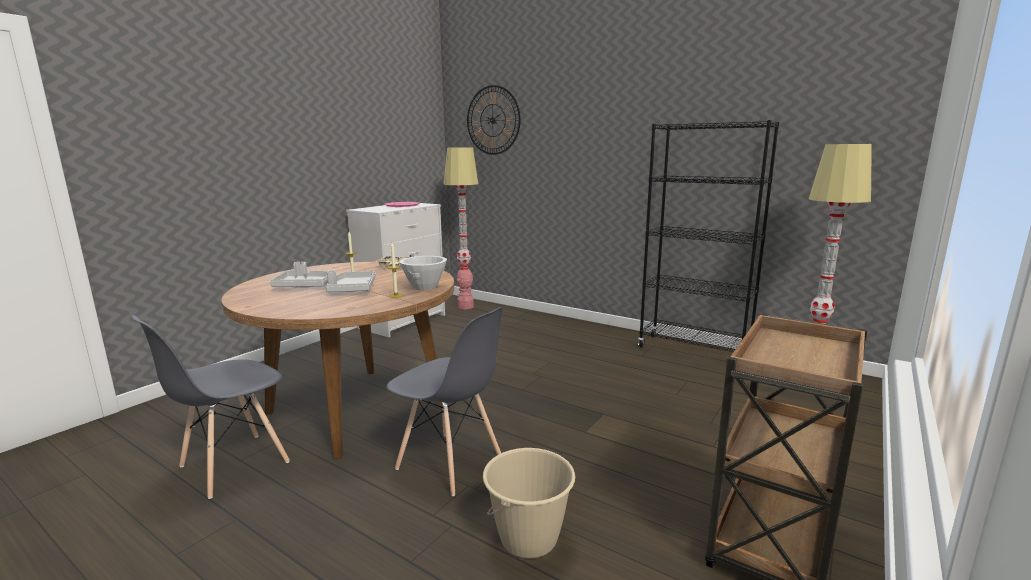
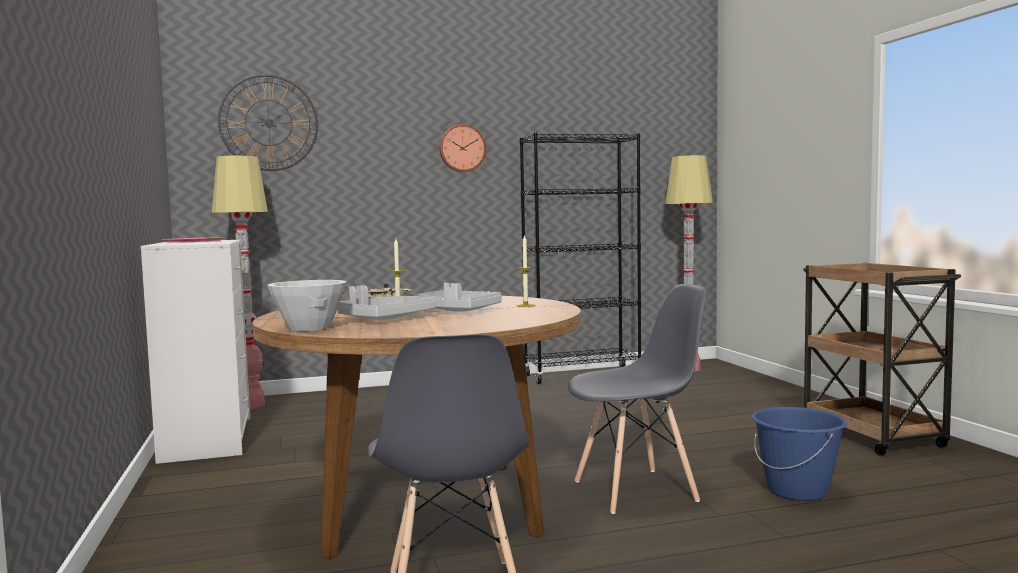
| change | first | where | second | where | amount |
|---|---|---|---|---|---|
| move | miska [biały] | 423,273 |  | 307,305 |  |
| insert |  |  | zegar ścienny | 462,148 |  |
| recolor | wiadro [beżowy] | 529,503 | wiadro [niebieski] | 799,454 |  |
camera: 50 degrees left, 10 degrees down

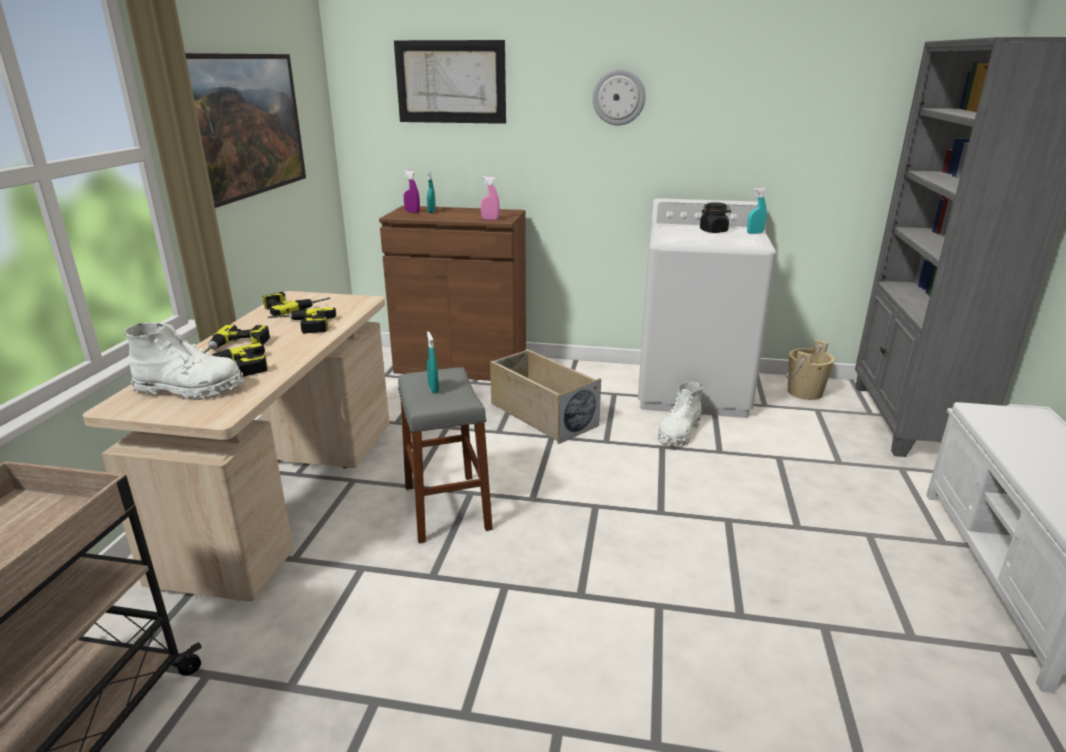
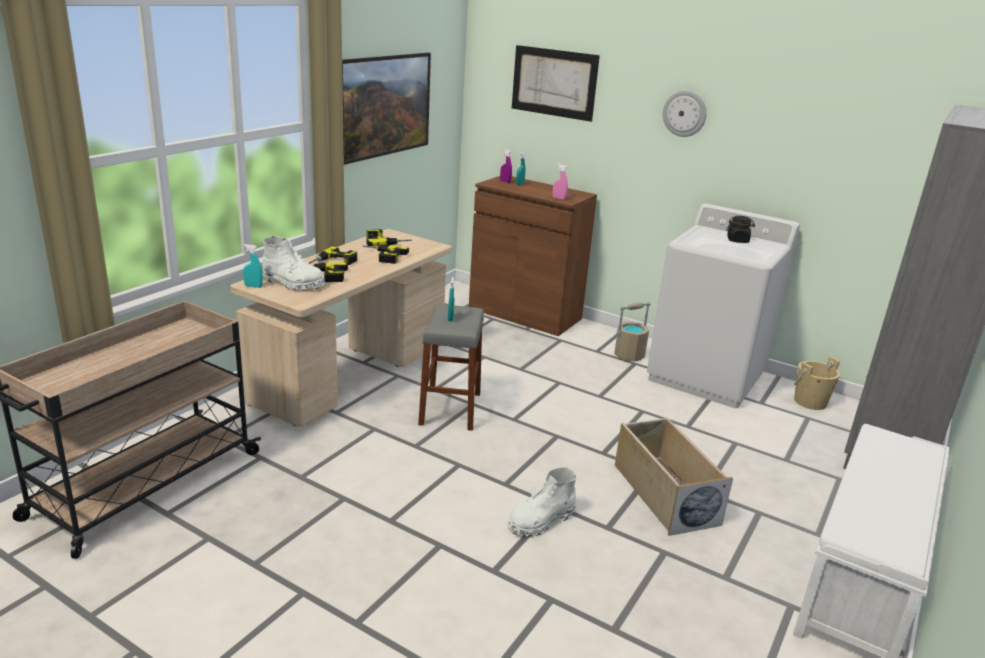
| change | first | where | second | where | amount |
|---|---|---|---|---|---|
| move | spryskiwacz [turkusowy] | 757,211 |  | 253,266 |  |
| move | but z cholewką [biały] | 680,414 |  | 542,502 |  |
| insert |  |  | wiadro [beżowy] | 632,332 |  |
| move | pojemnik do przechowywania [beżowy] | 545,396 |  | 674,476 |  |
camera: 20 degrees right, 0 degrees up

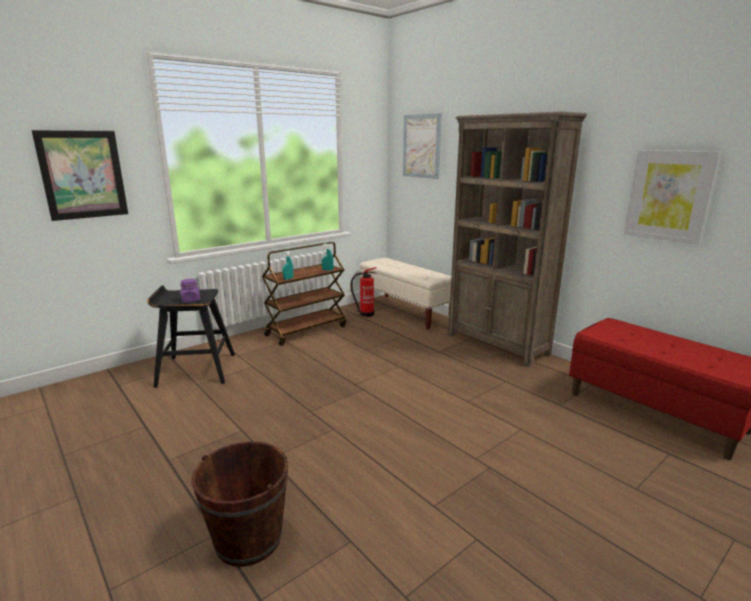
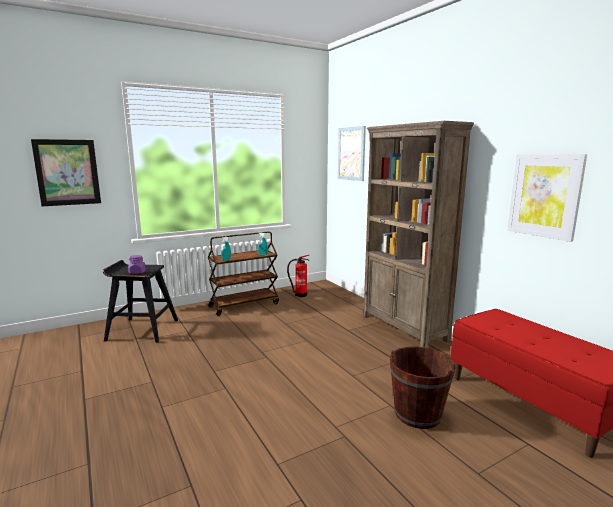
| change | first | where | second | where | amount |
|---|---|---|---|---|---|
| move | wiadro [brązowy] | 239,504 |  | 423,387 |  |
| delete | ławka [beżowy] | 405,294 |  |  |  |
camera: 10 degrees right, 5 degrees down

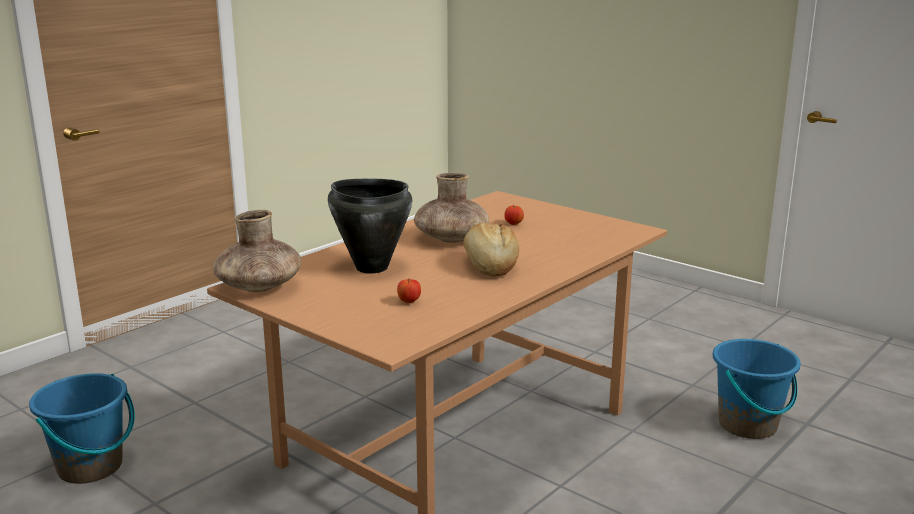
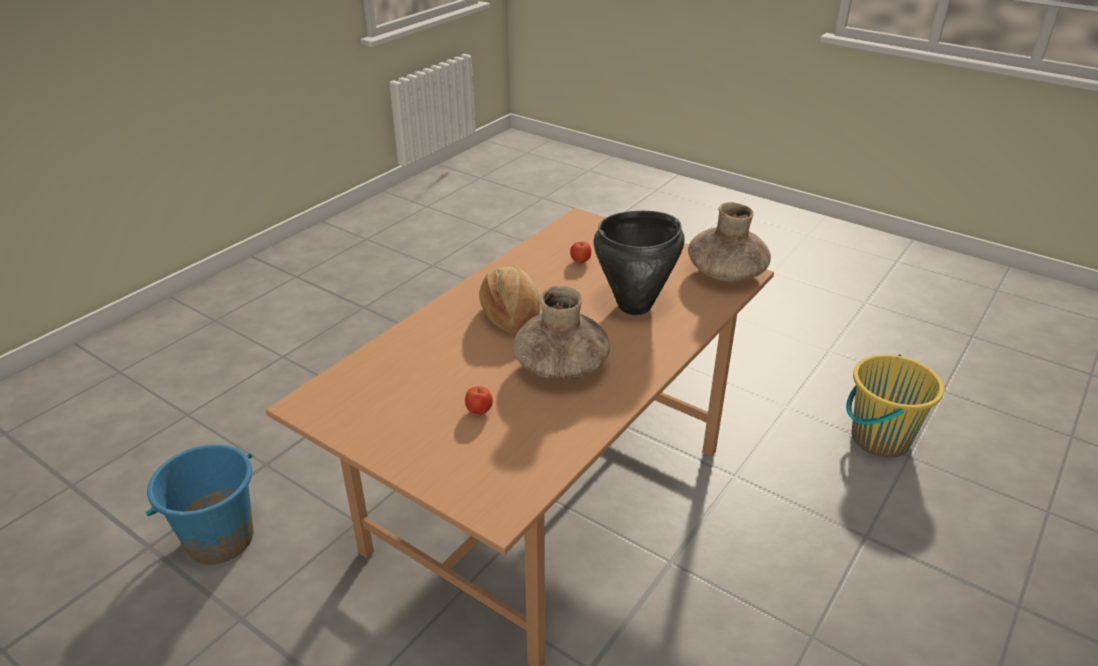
| change | first | where | second | where | amount |
|---|---|---|---|---|---|
| recolor | wiadro [niebieski] | 82,428 | wiadro [żółty] | 895,406 |  |
camera: 175 degrees right, 15 degrees up

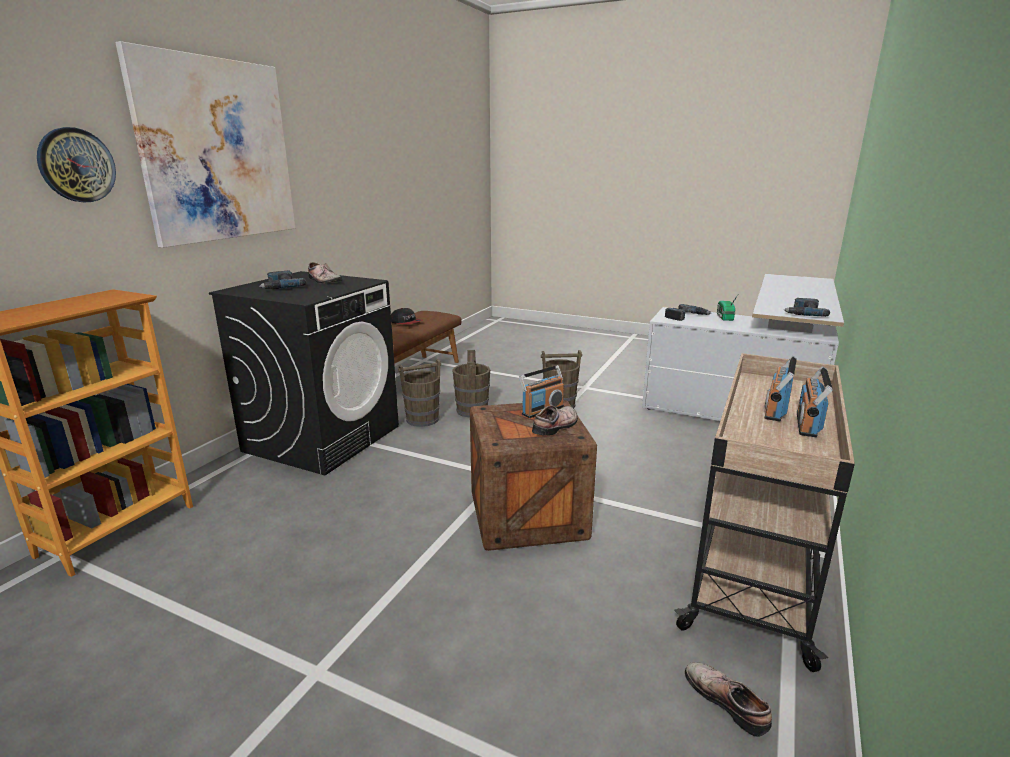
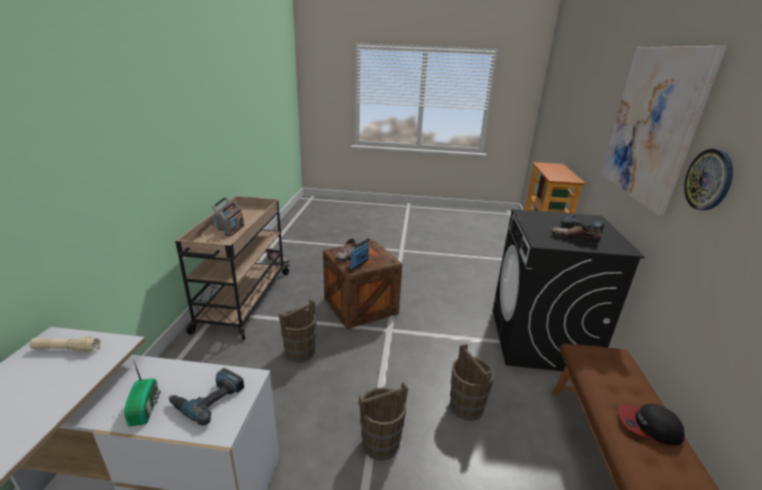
| change | first | where | second | where | amount |
|---|---|---|---|---|---|
| replace | wiertarka | 807,307 | latarka [beżowy] | 65,344 |  |
| move | wiadro [brązowy] | 419,393 |  | 297,331 |  |
| move | zegar ścienny | 76,164 |  | 708,179 |  |
camera: 160 degrees right, 5 degrees up

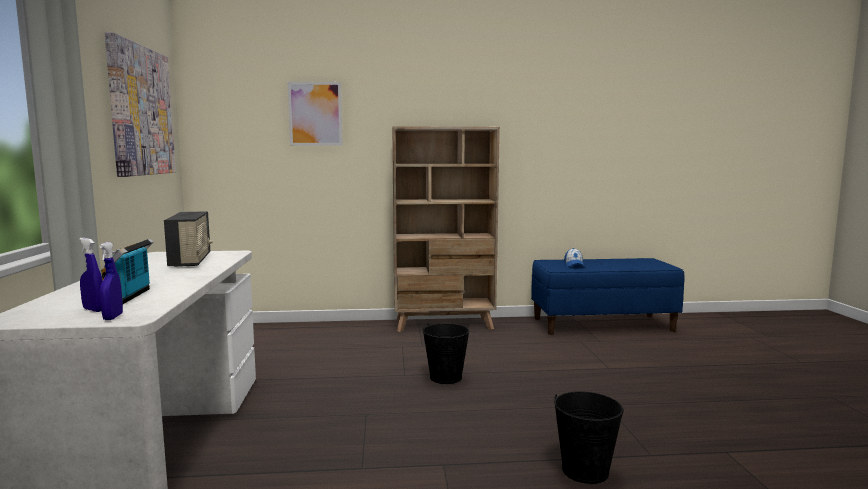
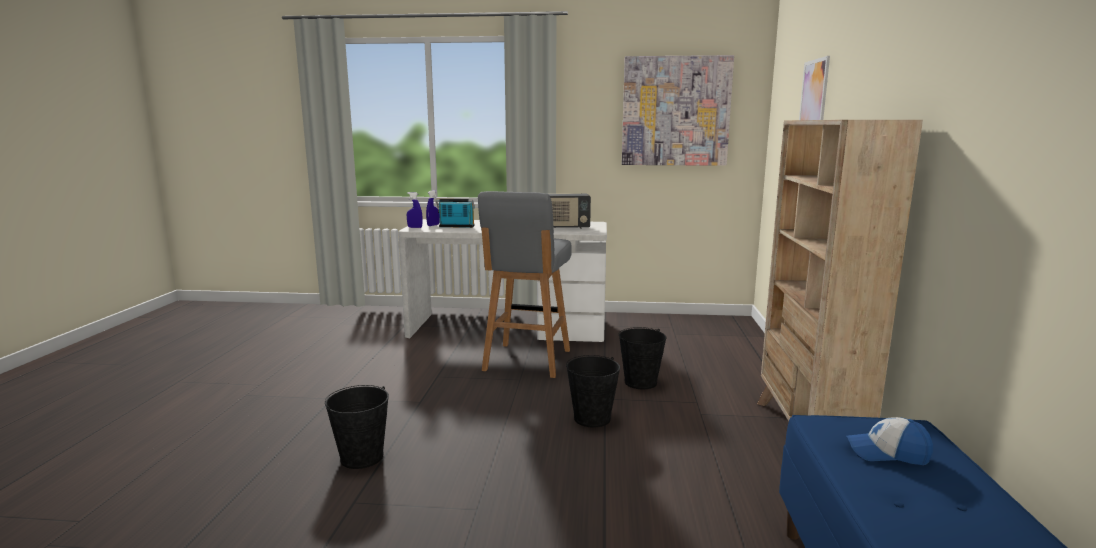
| change | first | where | second | where | amount |
|---|---|---|---|---|---|
| insert |  |  | stołek [szary] | 525,284 |  |
| insert |  |  | wiadro [czarny] | 642,358 |  |
camera: 100 degrees right, 5 degrees up

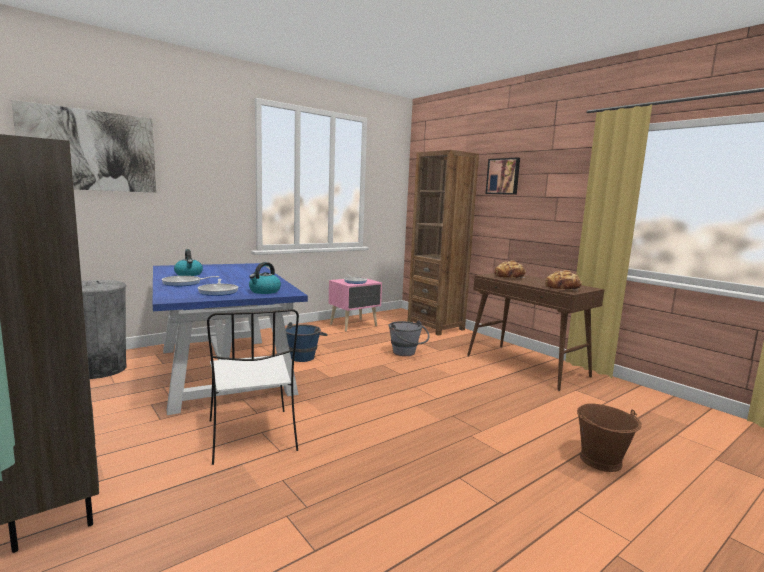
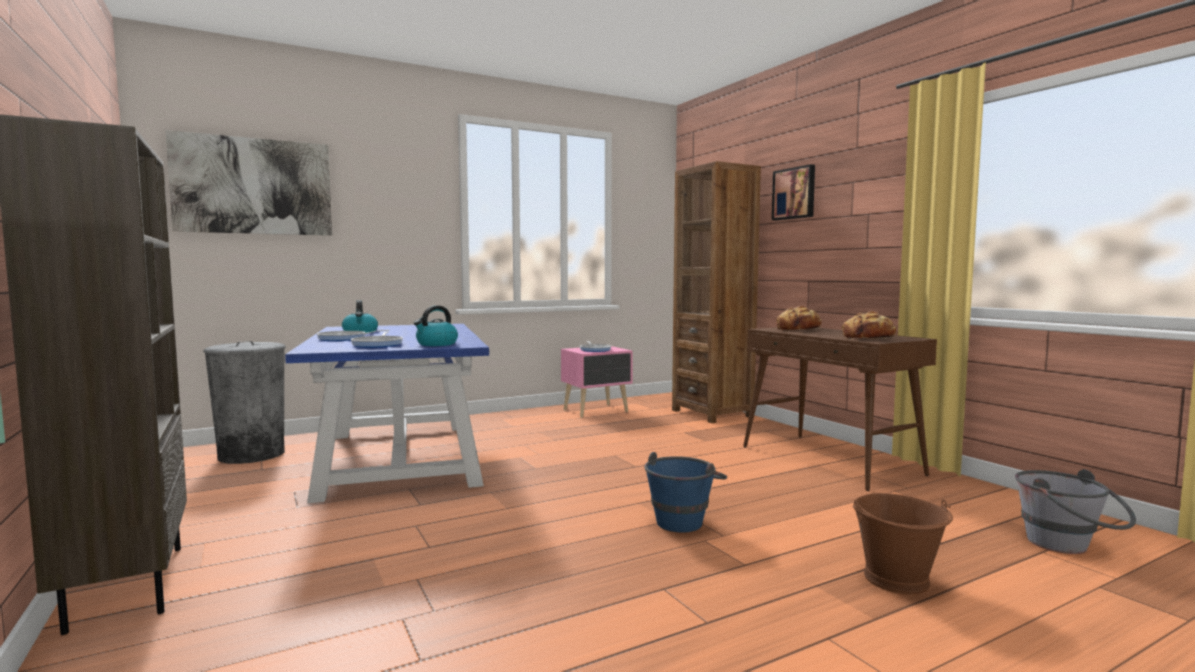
| change | first | where | second | where | amount |
|---|---|---|---|---|---|
| move | wiadro [niebieski] | 306,342 |  | 685,492 |  |
| move | wiadro [szary] | 409,338 |  | 1075,512 |  |
| delete | krzesło [biały] | 253,387 |  |  |  |
camera: 10 degrees right, 5 degrees down

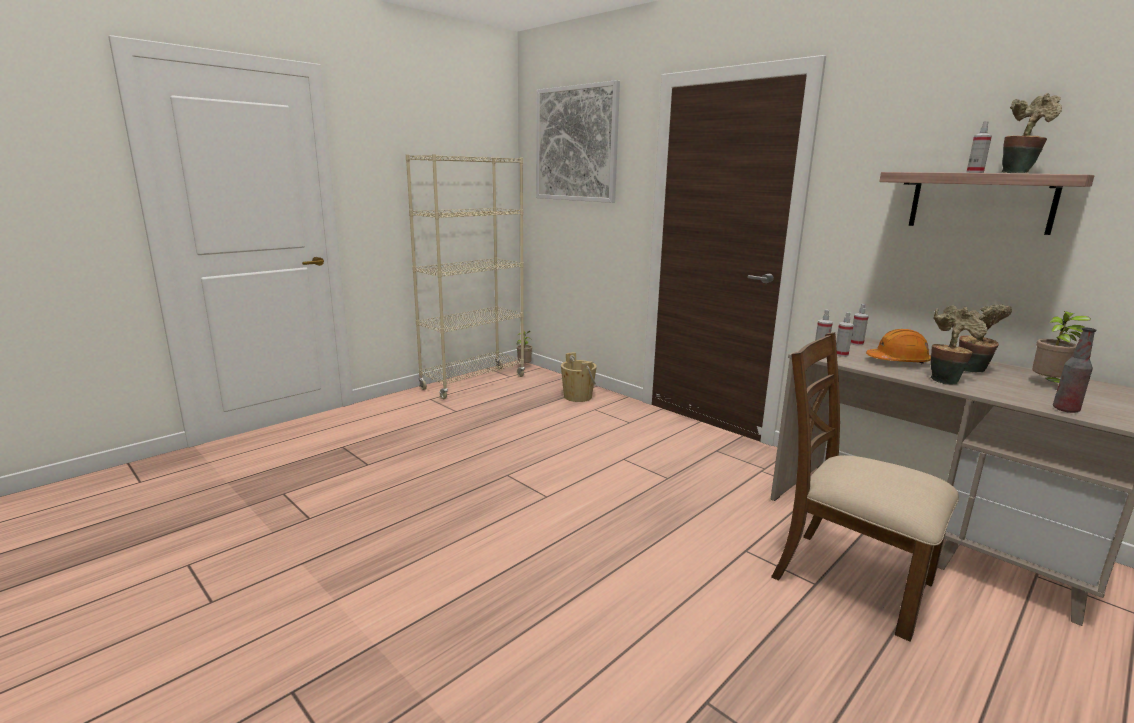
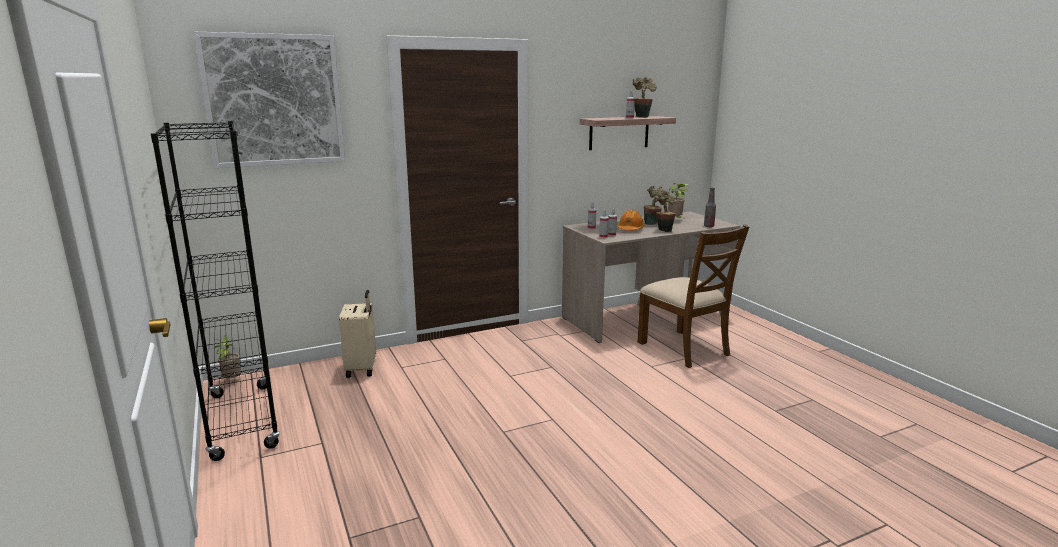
| change | first | where | second | where | amount |
|---|---|---|---|---|---|
| recolor | regał [beżowy] | 465,276 | regał [czarny] | 215,291 |  |
| replace | wiadro [beżowy] | 579,377 | walizka [beżowy] | 357,334 |  |
| rotate | krzesło [brązowy] | 865,487 |  | 693,296 | 90 degrees counterclockwise |
camera: 70 degrees left, 0 degrees up

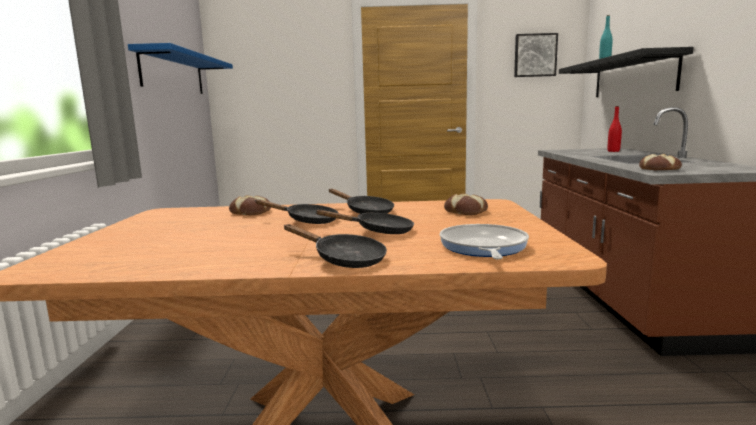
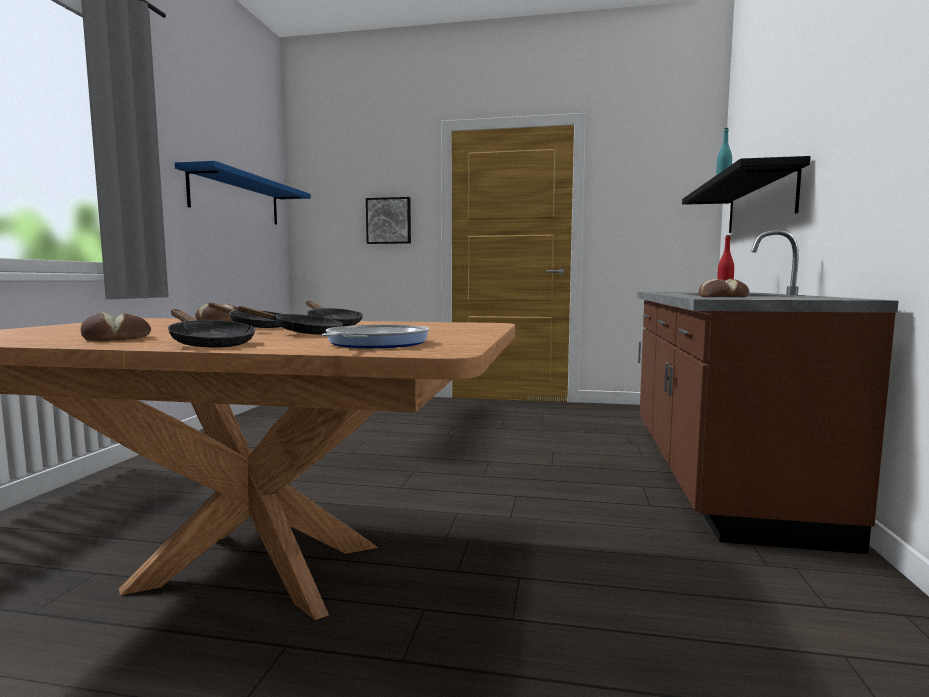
| change | first | where | second | where | amount |
|---|---|---|---|---|---|
| move | chleb | 466,204 |  | 116,326 |  |
| move | obraz | 536,55 |  | 388,220 |  |
camera: 10 degrees right, 5 degrees down

